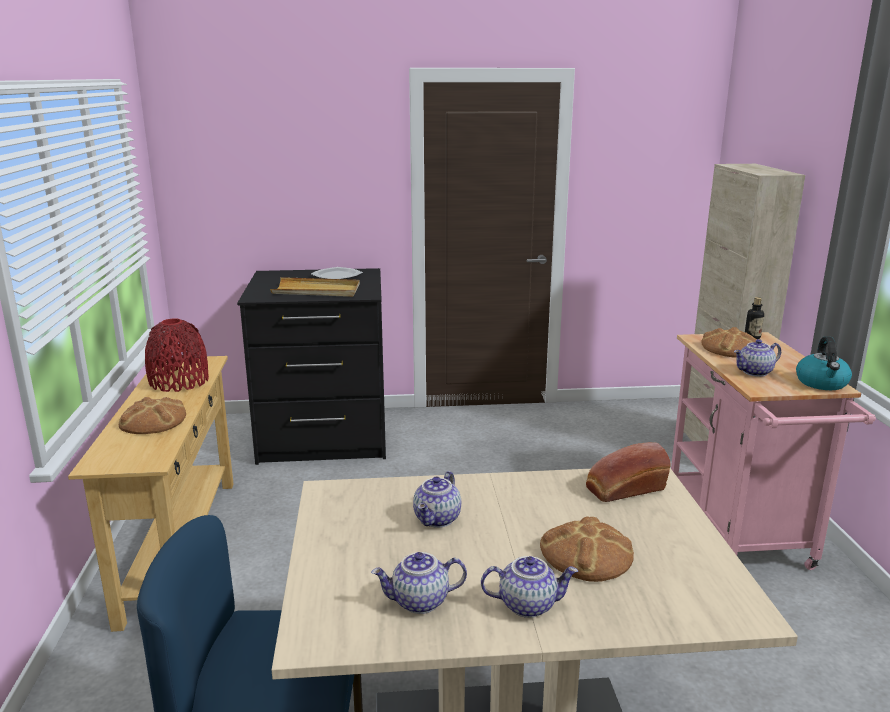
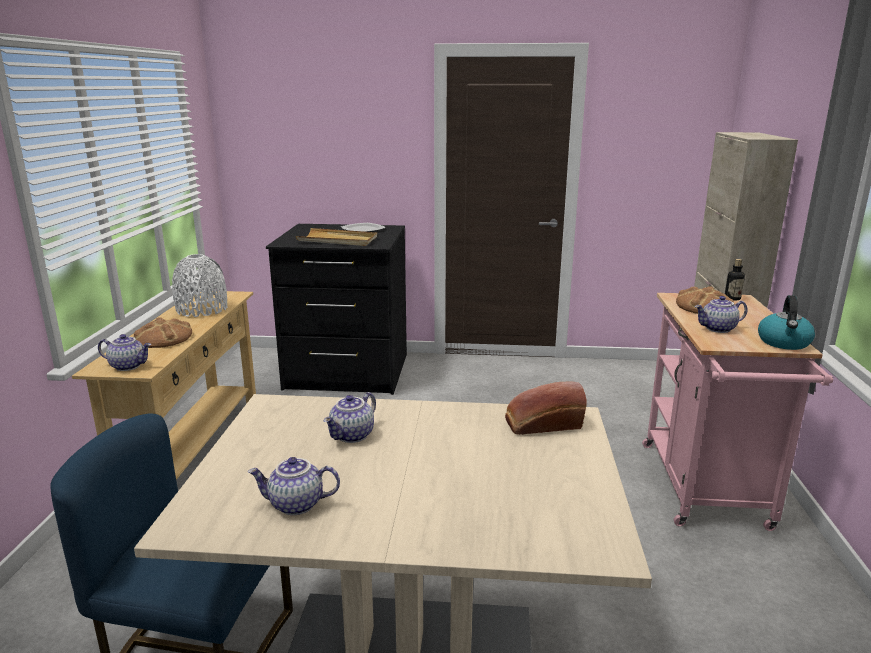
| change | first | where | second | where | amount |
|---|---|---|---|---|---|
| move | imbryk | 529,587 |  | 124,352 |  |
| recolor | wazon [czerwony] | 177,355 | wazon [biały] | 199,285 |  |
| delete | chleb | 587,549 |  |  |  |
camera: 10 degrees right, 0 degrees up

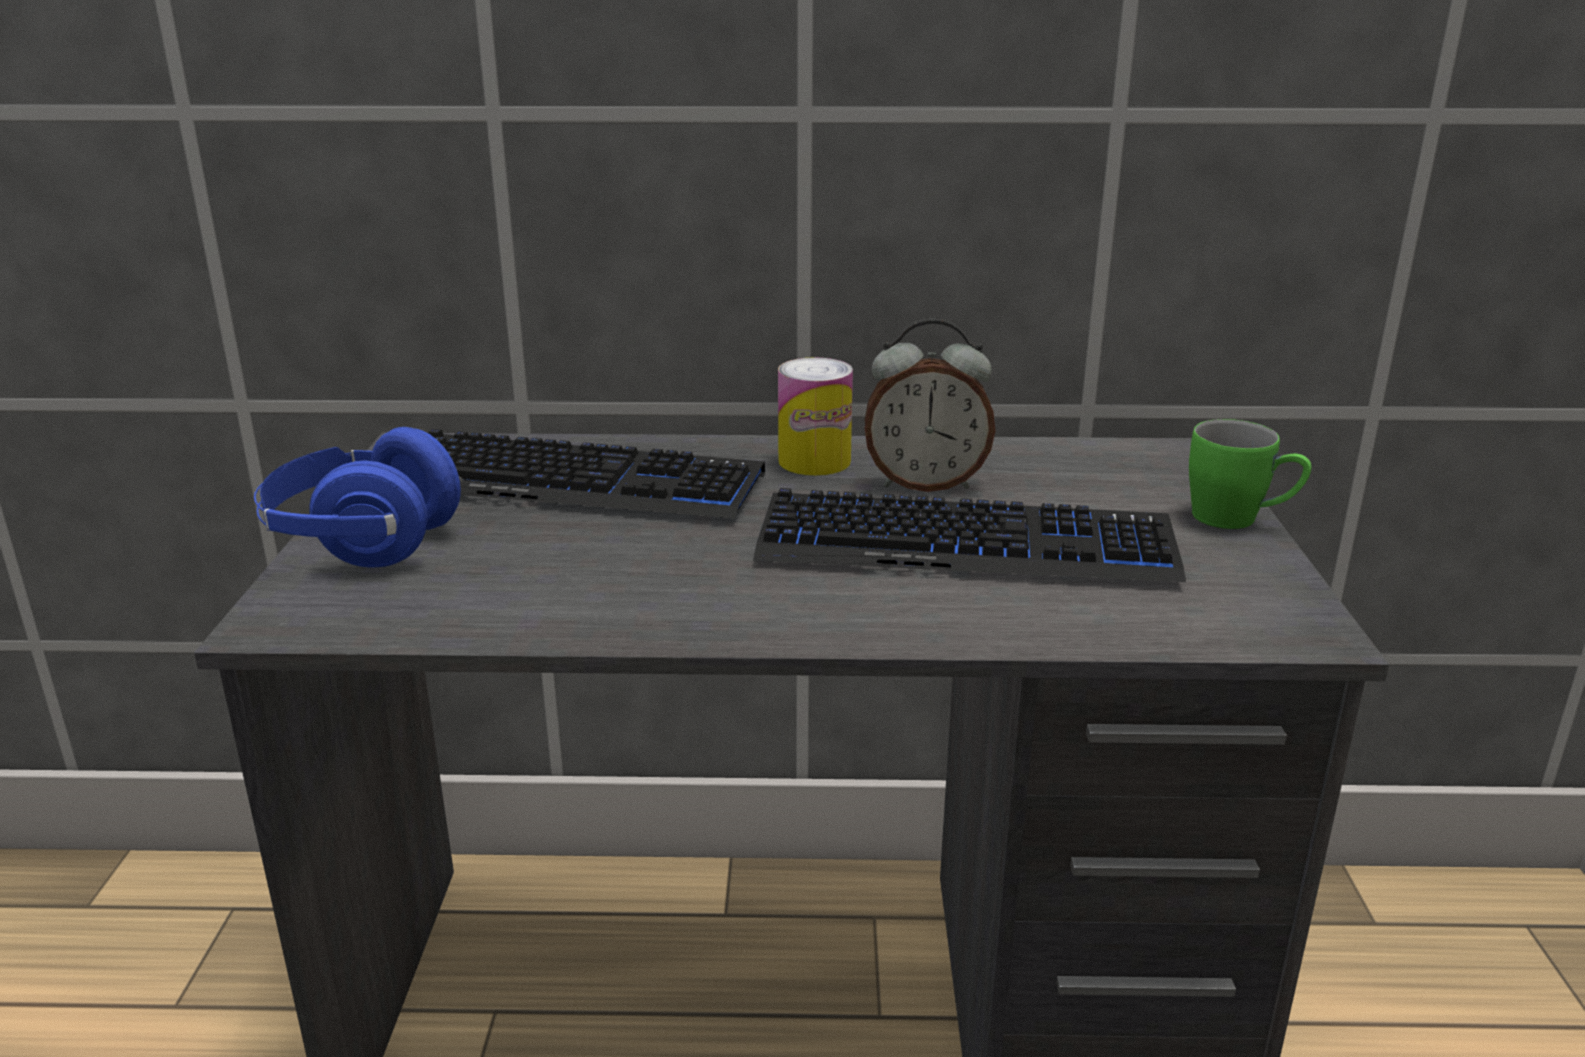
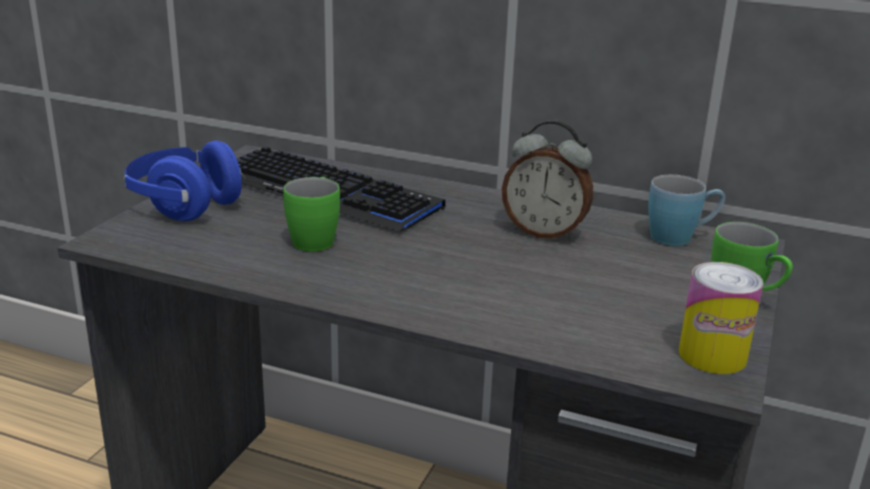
| change | first | where | second | where | amount |
|---|---|---|---|---|---|
| insert |  |  | kubek [zielony] | 311,214 |  |
| insert |  |  | kubek [niebieski] | 686,210 |  |
| move | puszka | 815,416 |  | 721,318 |  |
| delete | klawiatura | 969,535 |  |  |  |
camera: 20 degrees right, 0 degrees up

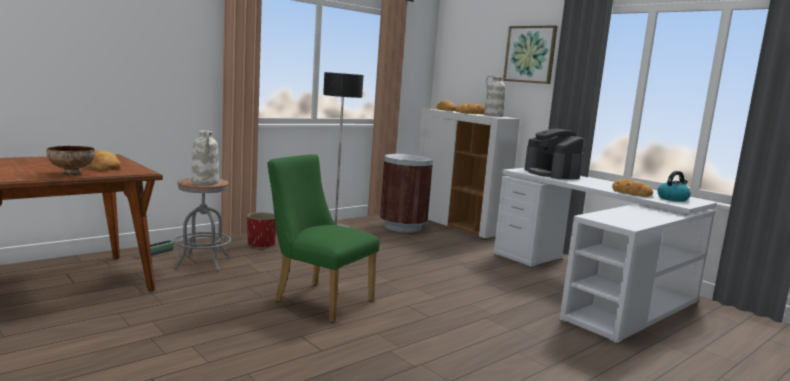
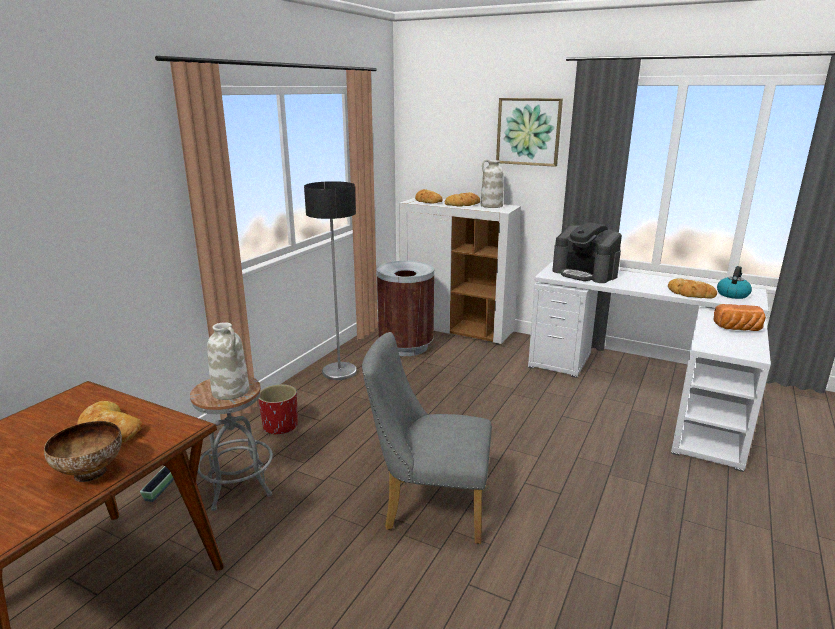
| change | first | where | second | where | amount |
|---|---|---|---|---|---|
| recolor | krzesło [zielony] | 323,238 | krzesło [szary] | 427,438 |  |
| insert |  |  | chleb | 740,317 |  |
camera: 20 degrees left, 10 degrees up

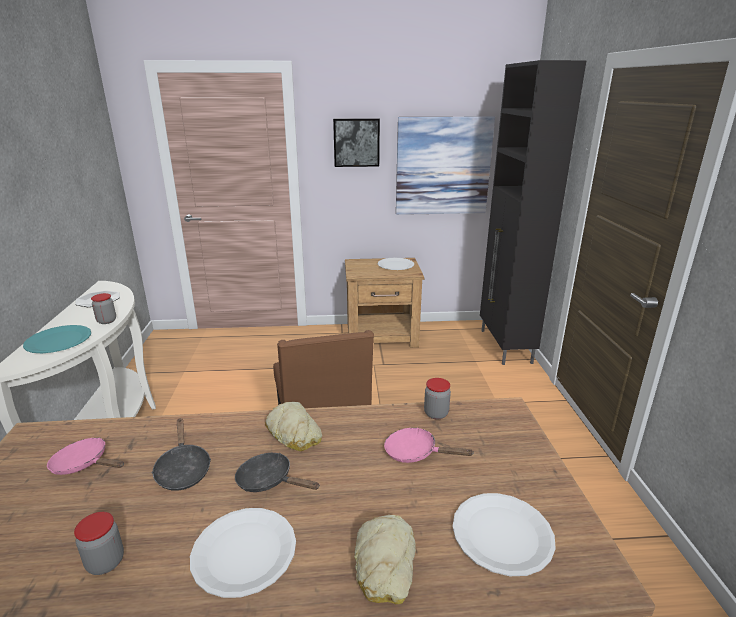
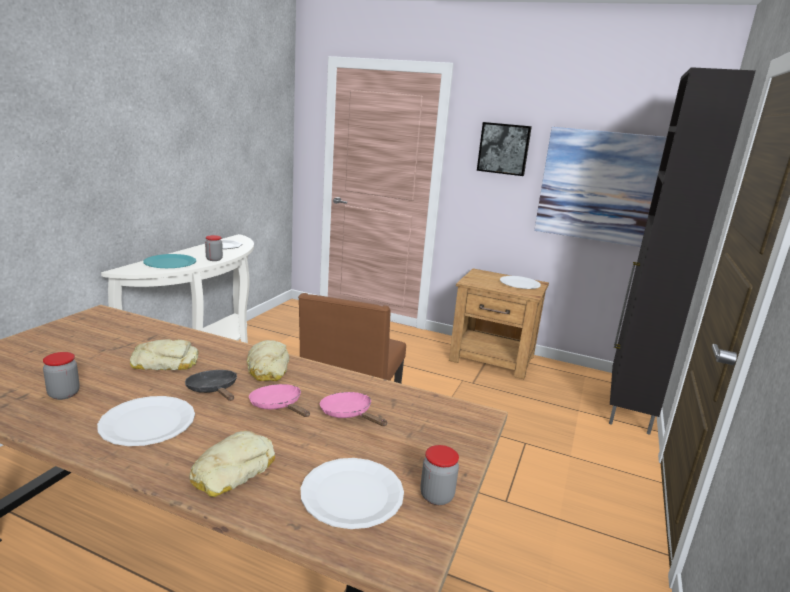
| change | first | where | second | where | amount |
|---|---|---|---|---|---|
| replace | patelnia [czarny] | 181,454 | chleb | 164,354 |  |
| move | patelnia [różowy] | 85,456 |  | 279,400 |  |
| move | słoik | 437,399 |  | 440,475 |  |
camera: 25 degrees right, 5 degrees down

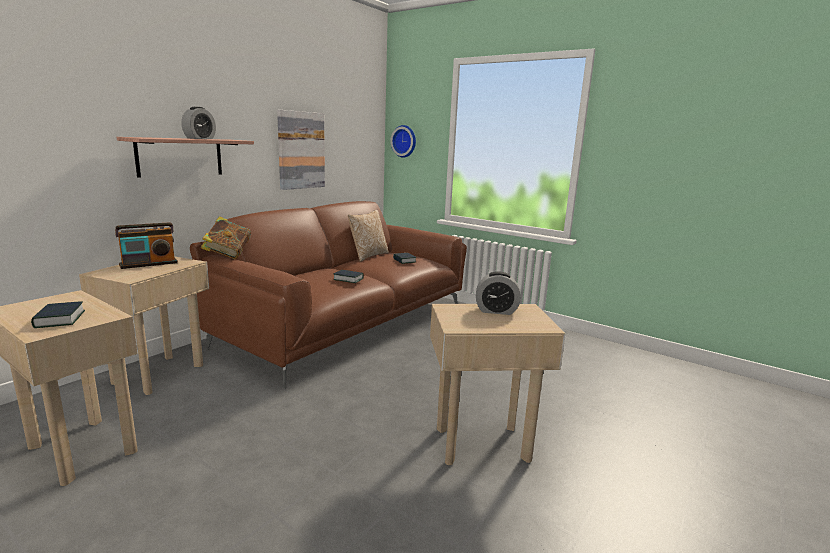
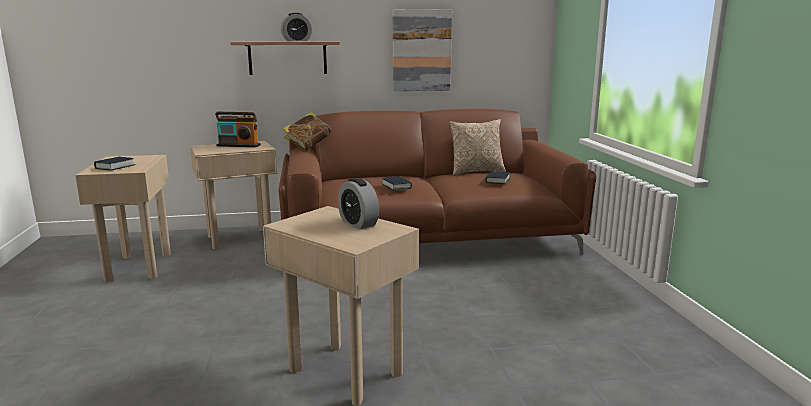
| change | first | where | second | where | amount |
|---|---|---|---|---|---|
| delete | zegar ścienny | 403,141 |  |  |  |
camera: 45 degrees right, 0 degrees up

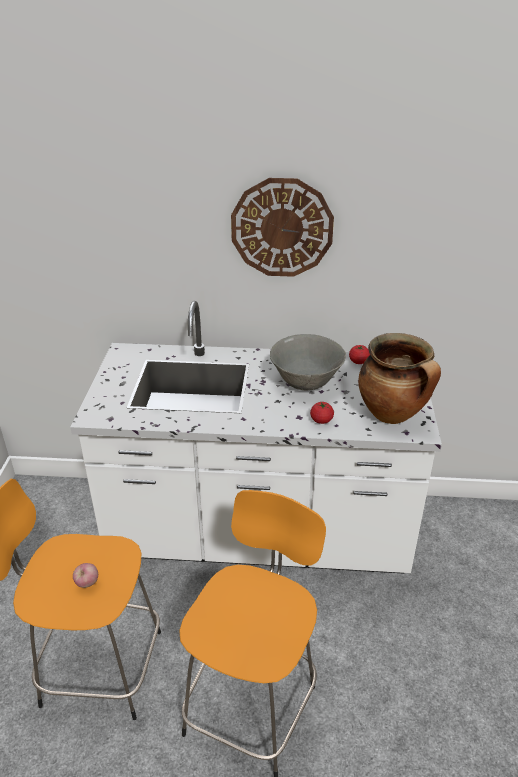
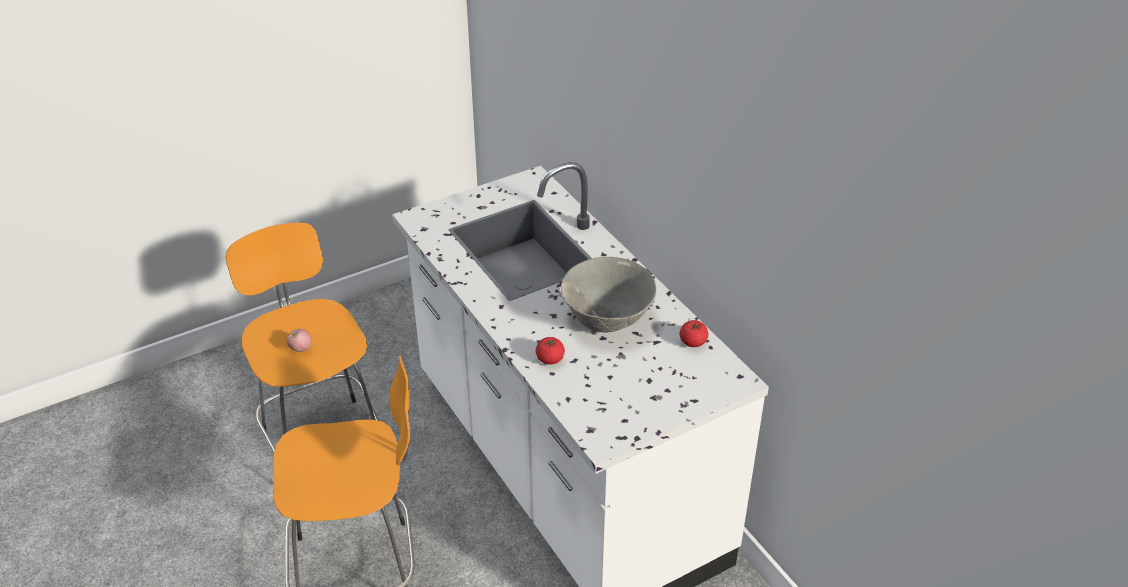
| change | first | where | second | where | amount |
|---|---|---|---|---|---|
| delete | zegar ścienny | 282,227 |  |  |  |
| delete | garnek | 399,378 |  |  |  |
camera: 55 degrees right, 5 degrees up

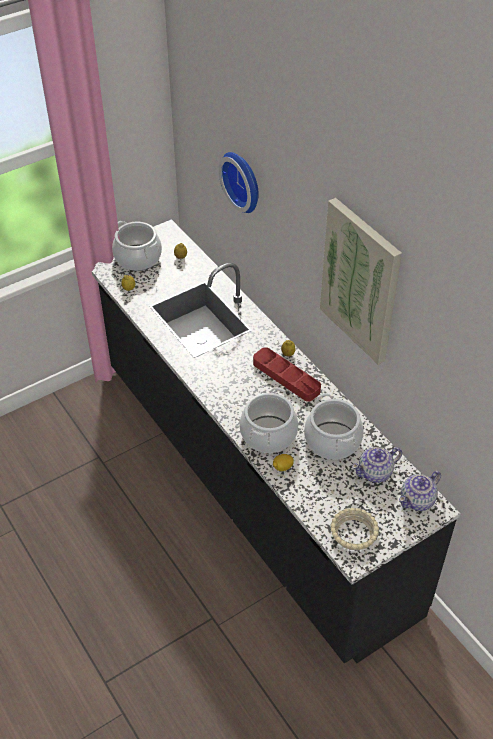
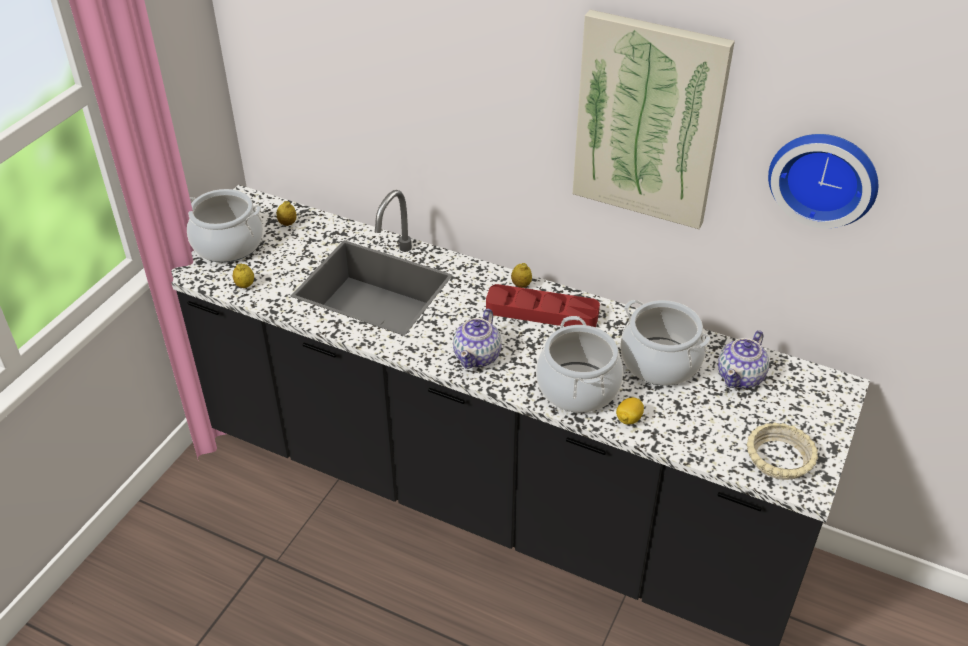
| change | first | where | second | where | amount |
|---|---|---|---|---|---|
| move | imbryk | 420,491 |  | 477,339 |  |
| move | zegar ścienny | 239,182 |  | 823,181 |  |
camera: 30 degrees left, 5 degrees down

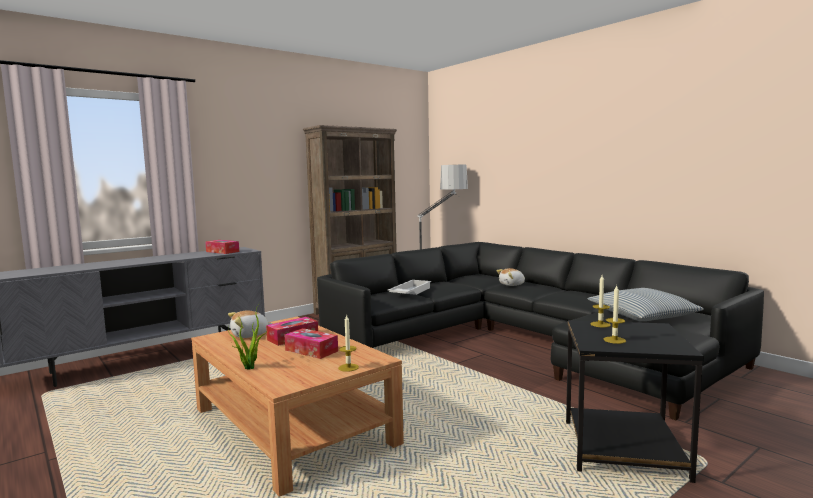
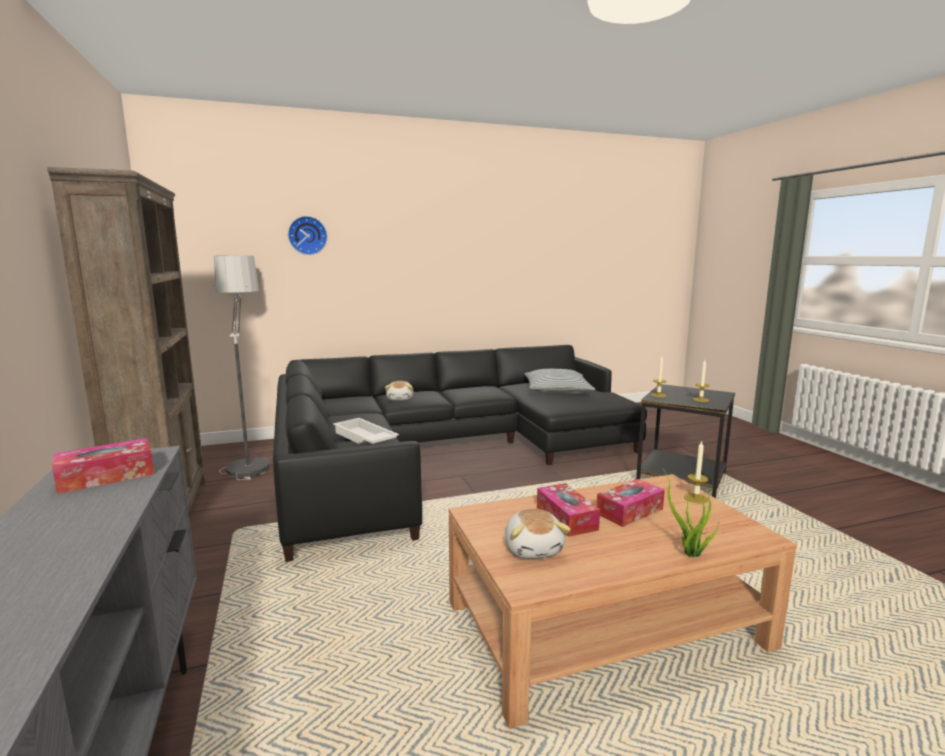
| change | first | where | second | where | amount |
|---|---|---|---|---|---|
| insert |  |  | zegar ścienny | 307,235 |  |
camera: 70 degrees left, 5 degrees up

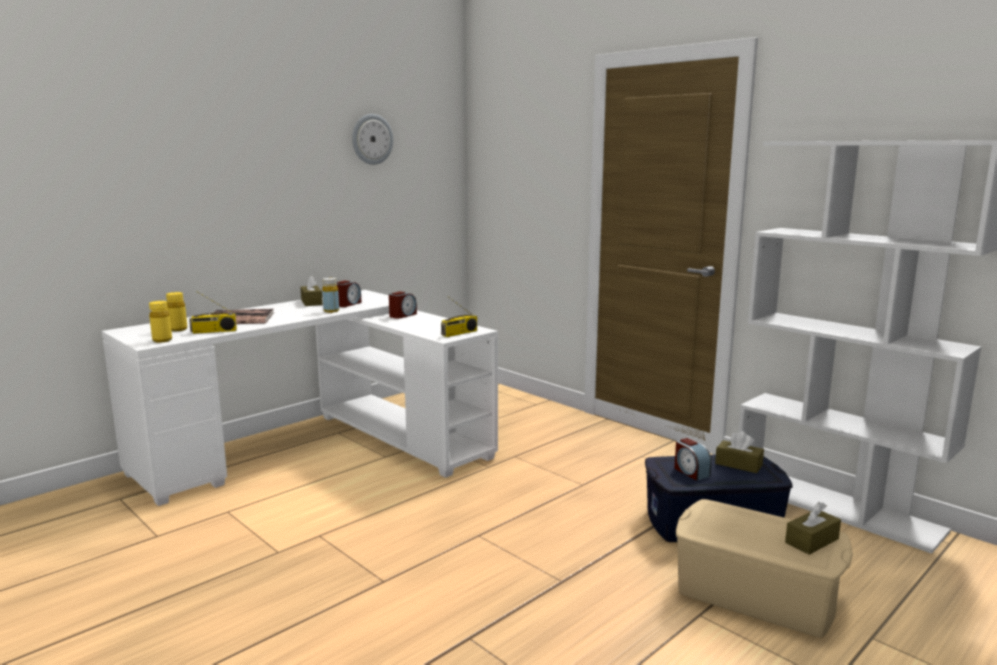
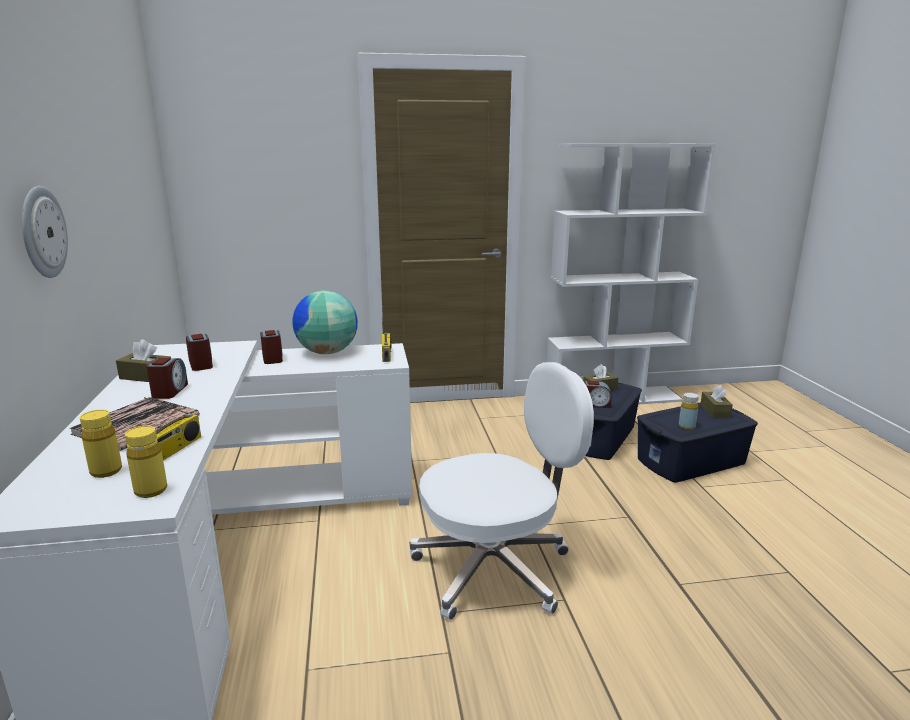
| change | first | where | second | where | amount |
|---|---|---|---|---|---|
| move | zegar ścienny | 372,139 |  | 45,232 |  |
| insert |  |  | budzik | 167,378 |  |
| insert |  |  | globus | 325,322 |  |
| insert |  |  | krzesło biurowe [biały] | 501,491 |  |
| recolor | pojemnik do przechowywania [beżowy] | 764,568 | pojemnik do przechowywania [niebieski] | 697,442 |  |
| move | butelka [żółty] | 330,295 |  | 689,411 |  |
camera: 55 degrees left, 5 degrees up

